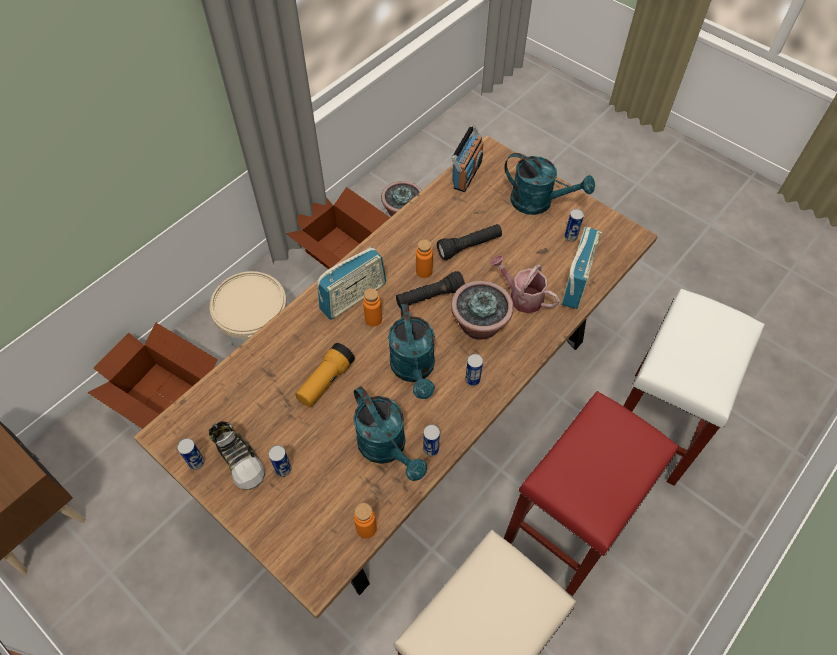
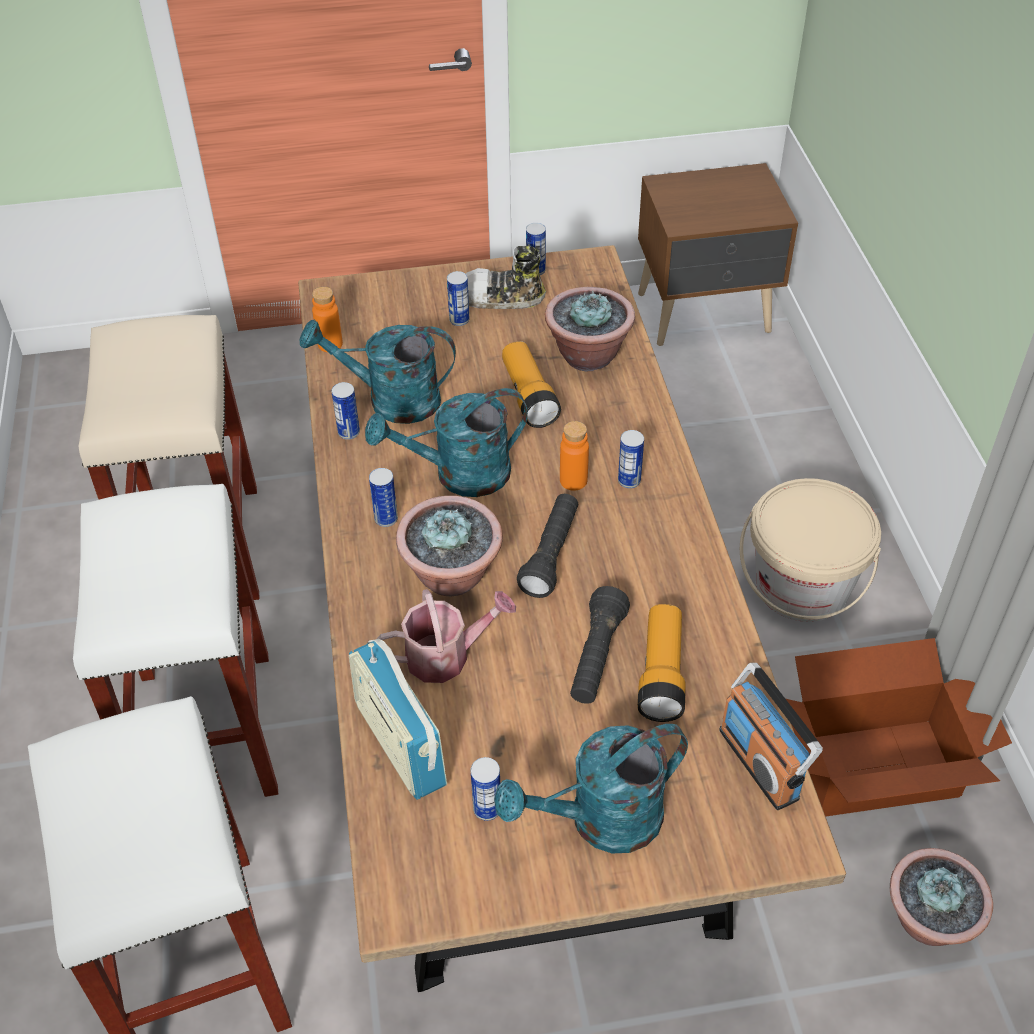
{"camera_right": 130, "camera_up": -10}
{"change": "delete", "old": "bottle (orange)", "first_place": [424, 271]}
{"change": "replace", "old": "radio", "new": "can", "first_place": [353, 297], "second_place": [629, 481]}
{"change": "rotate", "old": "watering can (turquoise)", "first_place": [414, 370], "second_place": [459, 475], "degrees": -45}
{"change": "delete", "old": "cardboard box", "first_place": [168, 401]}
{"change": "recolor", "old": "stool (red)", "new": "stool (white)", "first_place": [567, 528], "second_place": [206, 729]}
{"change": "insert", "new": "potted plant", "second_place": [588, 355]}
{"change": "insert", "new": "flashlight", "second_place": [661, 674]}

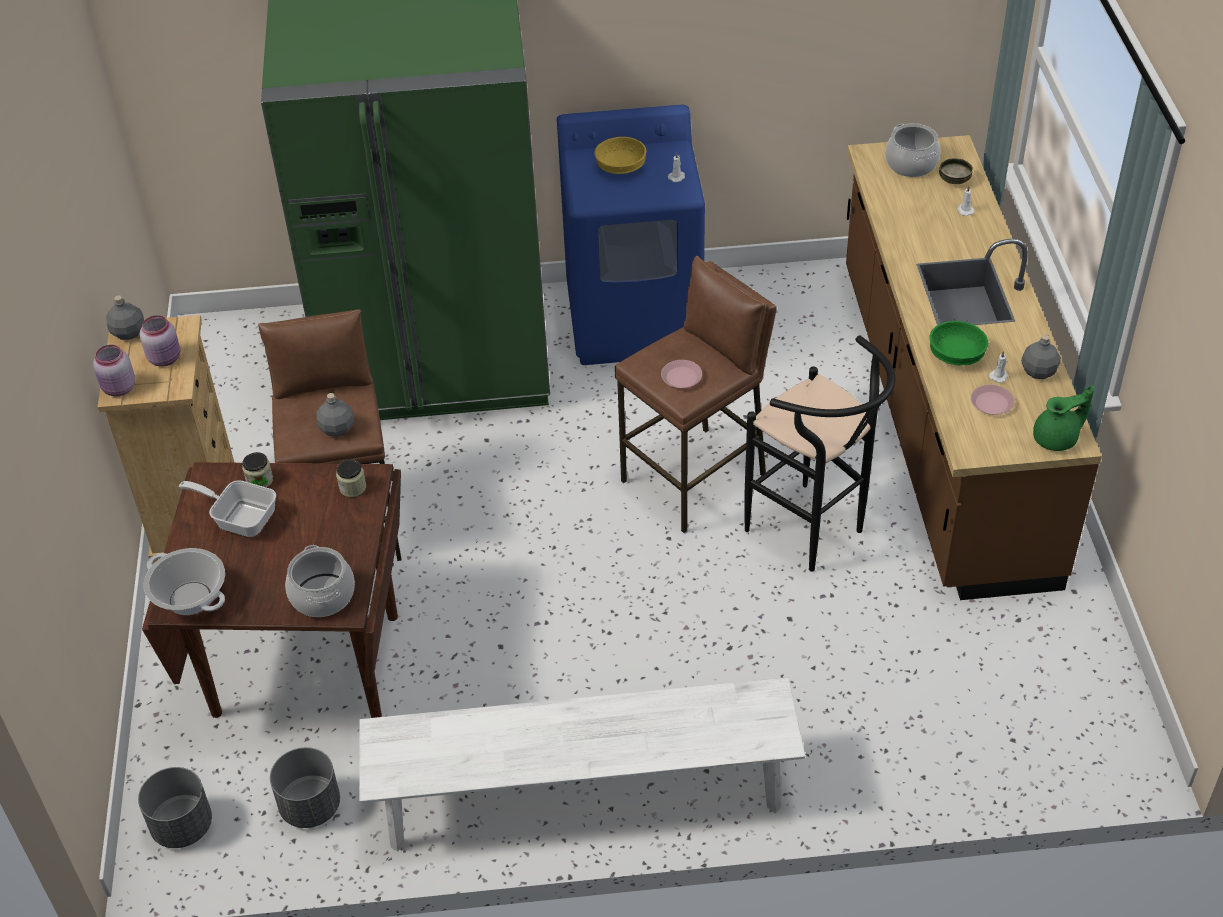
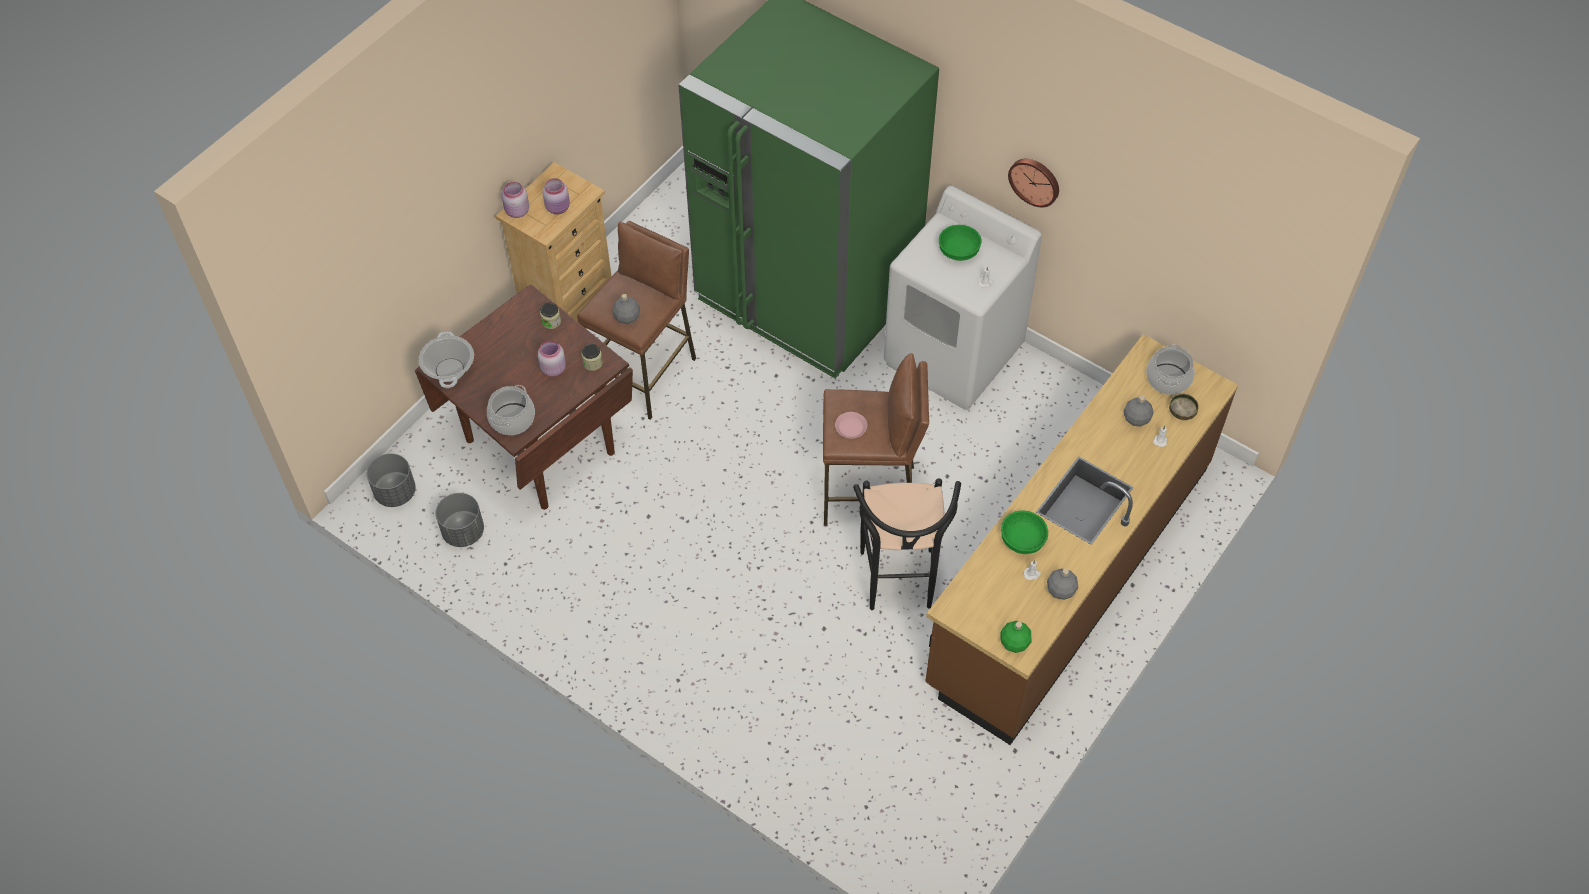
{"camera_right": 40, "camera_up": 10}
{"change": "recolor", "old": "washing machine (blue)", "new": "washing machine (white)", "first_place": [635, 319], "second_place": [954, 355]}
{"change": "recolor", "old": "bowl (yellow)", "new": "bowl (green)", "first_place": [621, 167], "second_place": [959, 251]}
{"change": "move", "old": "bottle (grey)", "first_place": [128, 332], "second_place": [1136, 418]}
{"change": "delete", "old": "plate (pink)", "first_place": [991, 403]}
{"change": "replace", "old": "teapot (green)", "new": "bottle (green)", "first_place": [1057, 439], "second_place": [1014, 643]}
{"change": "delete", "old": "frying pan", "first_place": [240, 518]}
{"change": "delete", "old": "bench (white)", "first_place": [583, 799]}
{"change": "insert", "new": "wall clock", "second_place": [1035, 181]}
{"change": "insert", "new": "jar (pink)", "second_place": [553, 368]}

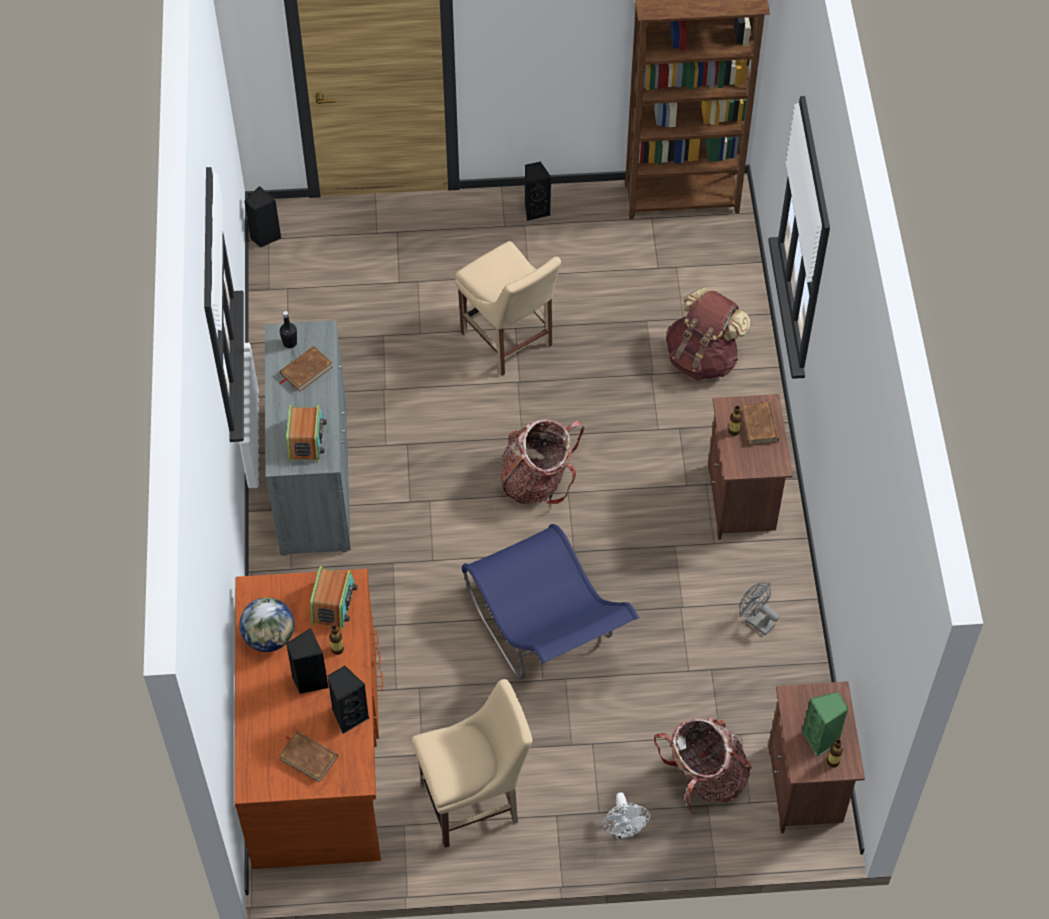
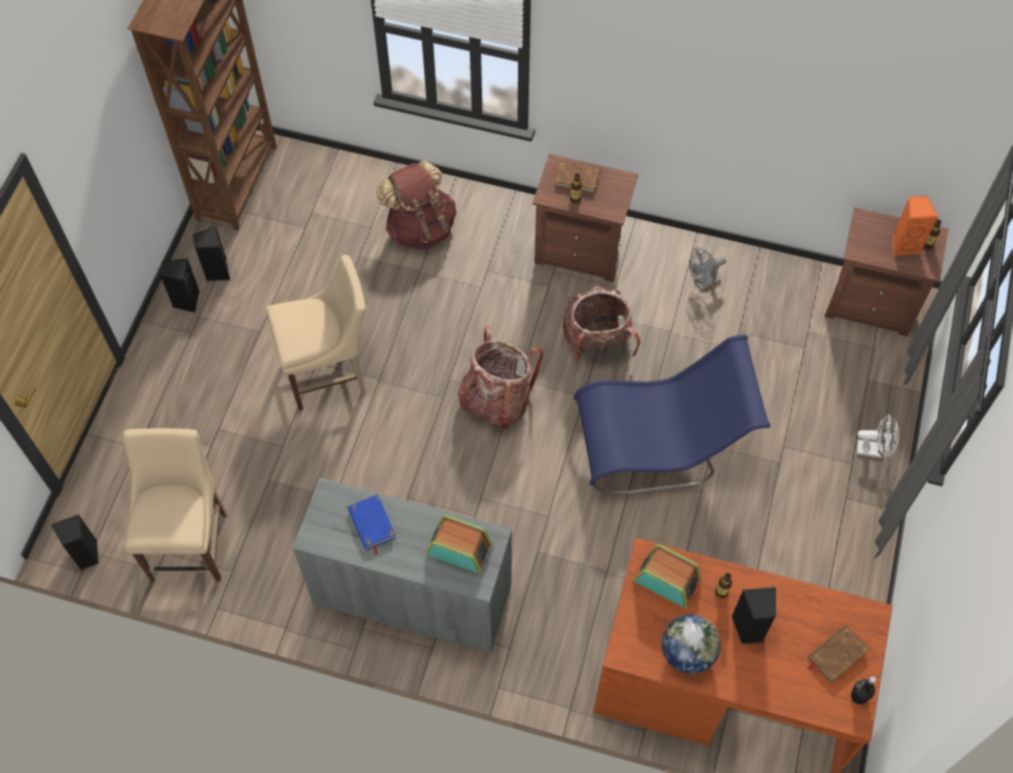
{"camera_right": -70, "camera_up": 5}
{"change": "move", "old": "bottle (black)", "first_place": [290, 343], "second_place": [859, 696]}
{"change": "recolor", "old": "book (brown)", "new": "book (blue)", "first_place": [306, 370], "second_place": [371, 524]}
{"change": "move", "old": "speaker (black)", "first_place": [349, 715], "second_place": [217, 272]}
{"change": "move", "old": "chair (beige)", "first_place": [475, 802], "second_place": [191, 541]}
{"change": "recolor", "old": "speaker (green)", "new": "speaker (orange)", "first_place": [821, 739], "second_place": [904, 244]}
{"change": "move", "old": "backpack", "first_place": [704, 778], "second_place": [597, 341]}

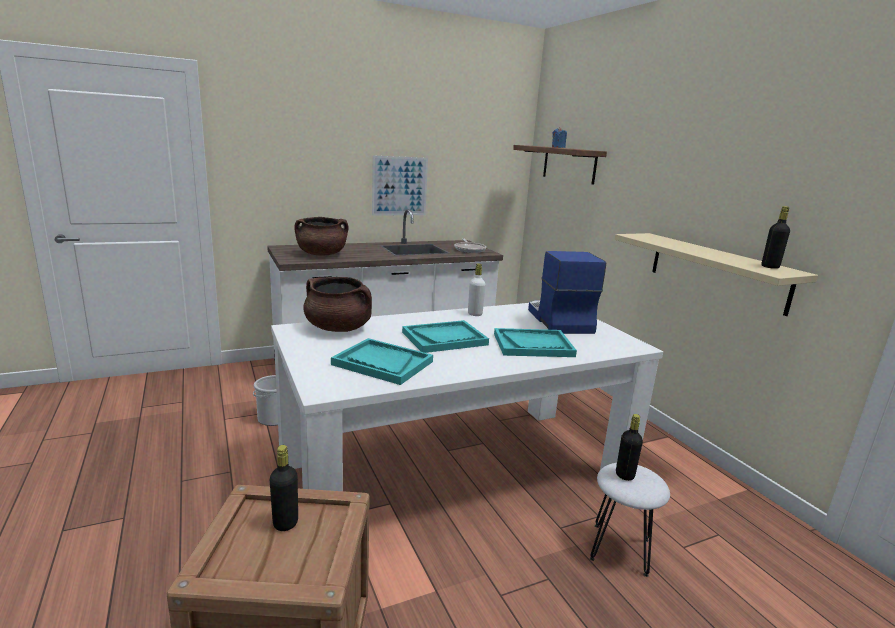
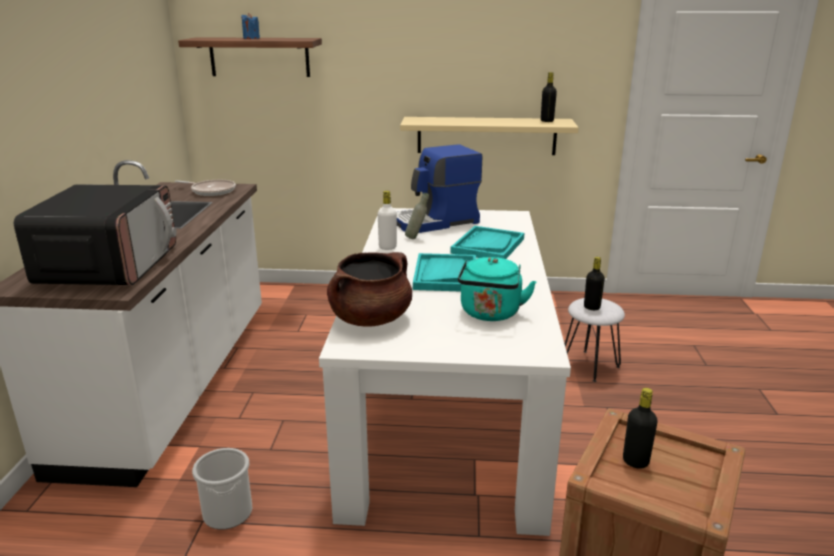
{"camera_right": -60, "camera_up": 5}
{"change": "delete", "old": "picture", "first_place": [399, 186]}
{"change": "replace", "old": "cooking pot (brown)", "new": "microwave", "first_place": [322, 254], "second_place": [110, 266]}
{"change": "rotate", "old": "coffee machine", "first_place": [558, 320], "second_place": [436, 222], "degrees": -45}
{"change": "replace", "old": "tray (turquoise)", "new": "kettle (turquoise)", "first_place": [382, 363], "second_place": [490, 314]}
{"change": "insert", "new": "bottle (grey)", "second_place": [416, 238]}

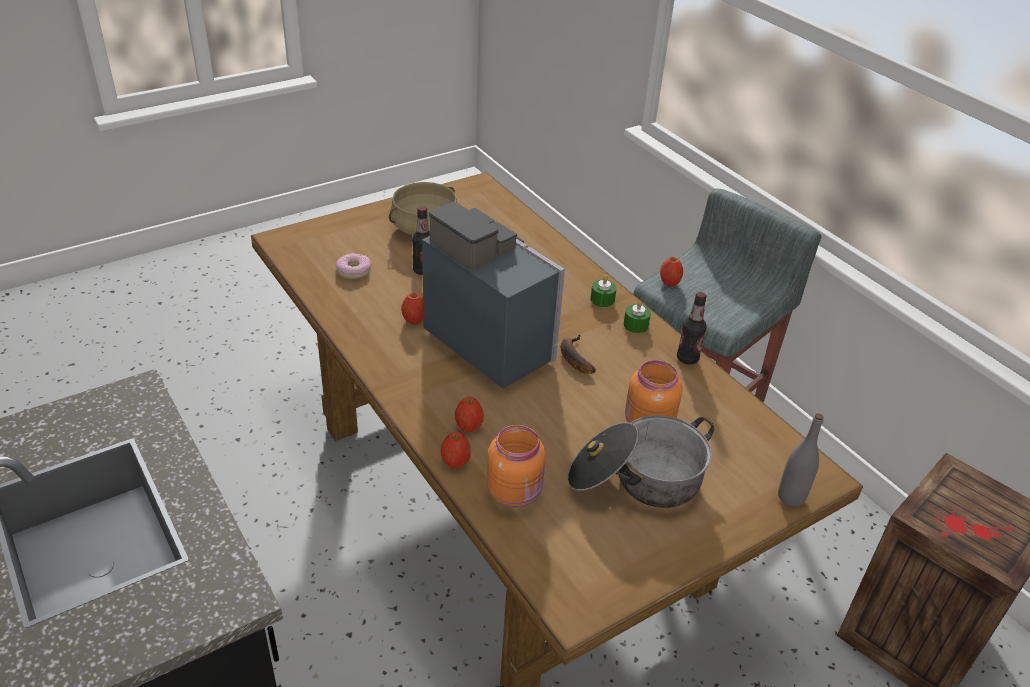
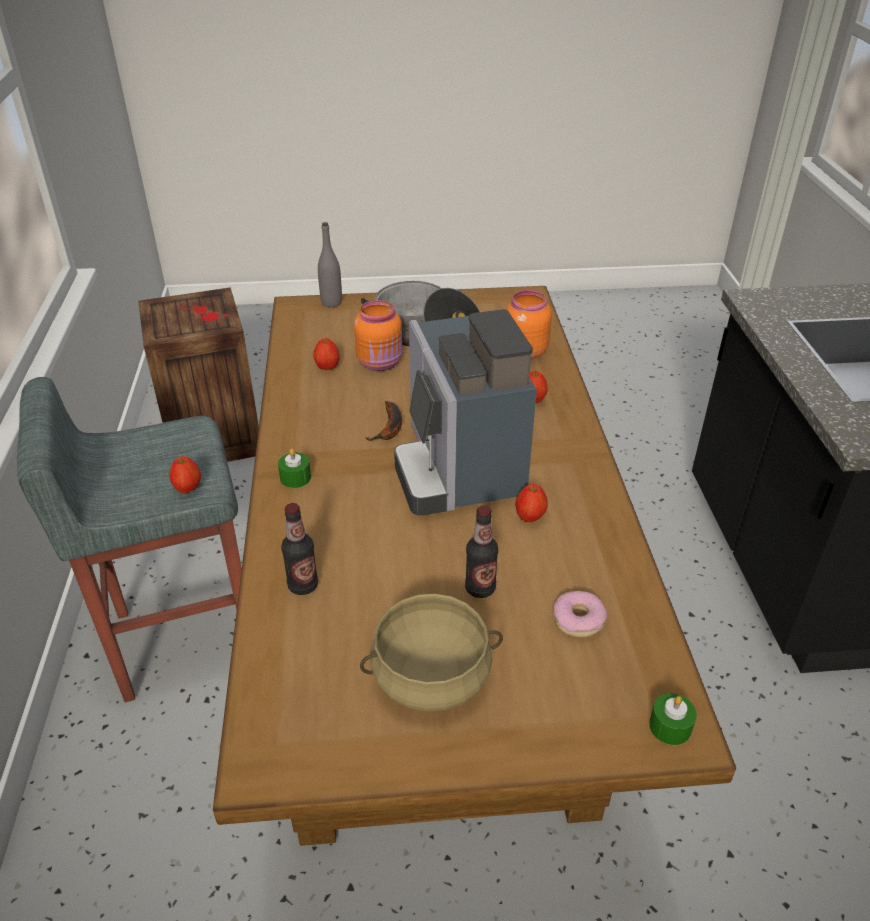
{"camera_right": -150, "camera_up": 0}
{"change": "move", "old": "bottle", "first_place": [687, 358], "second_place": [303, 585]}
{"change": "move", "old": "candle (green)", "first_place": [636, 325], "second_place": [670, 726]}
{"change": "move", "old": "apple", "first_place": [455, 462], "second_place": [327, 367]}

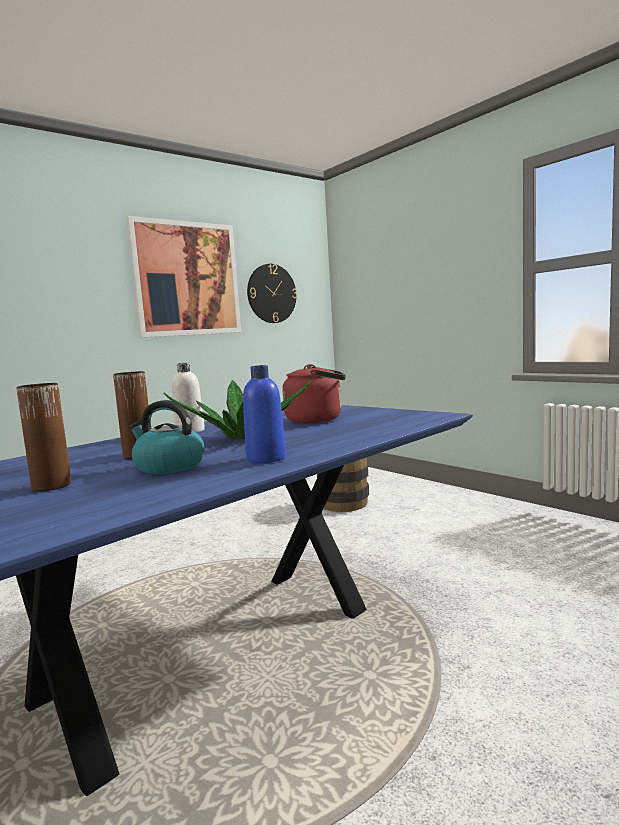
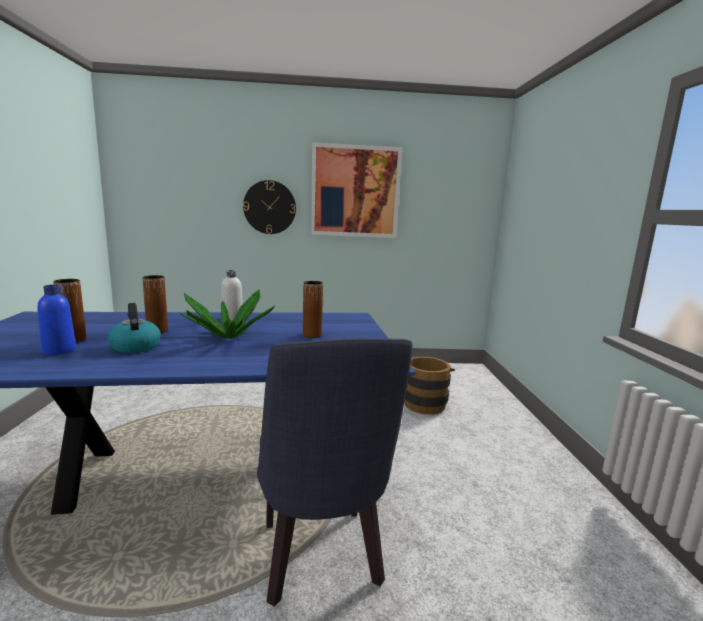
{"camera_right": 35, "camera_up": 5}
{"change": "move", "old": "wall clock", "first_place": [271, 293], "second_place": [269, 207]}
{"change": "replace", "old": "kettle (red)", "new": "vase (brown)", "first_place": [317, 420], "second_place": [312, 335]}
{"change": "move", "old": "bottle (blue)", "first_place": [266, 459], "second_place": [59, 350]}
{"change": "insert", "new": "chair (blue)", "second_place": [322, 562]}

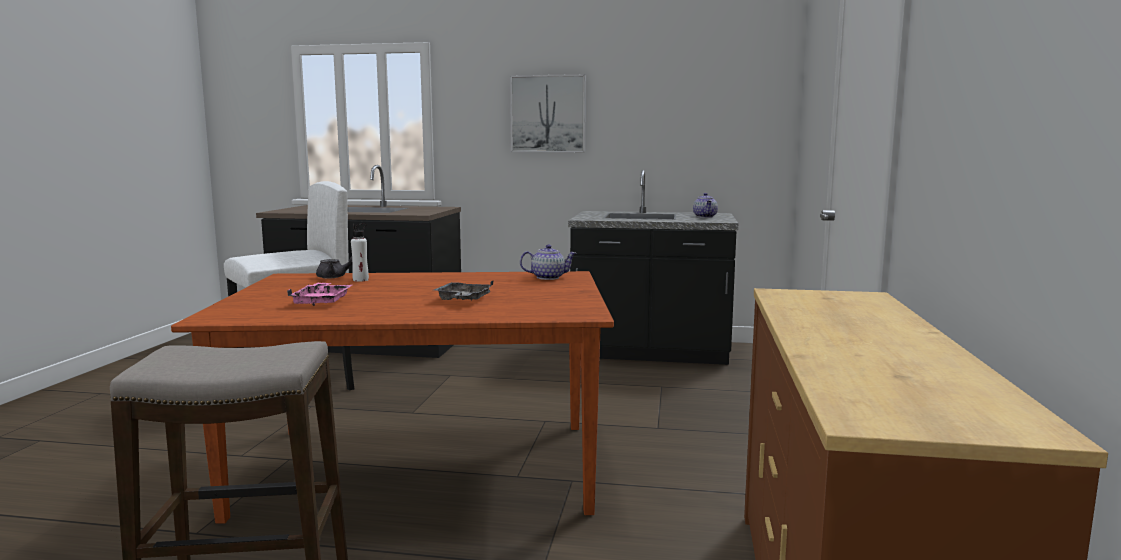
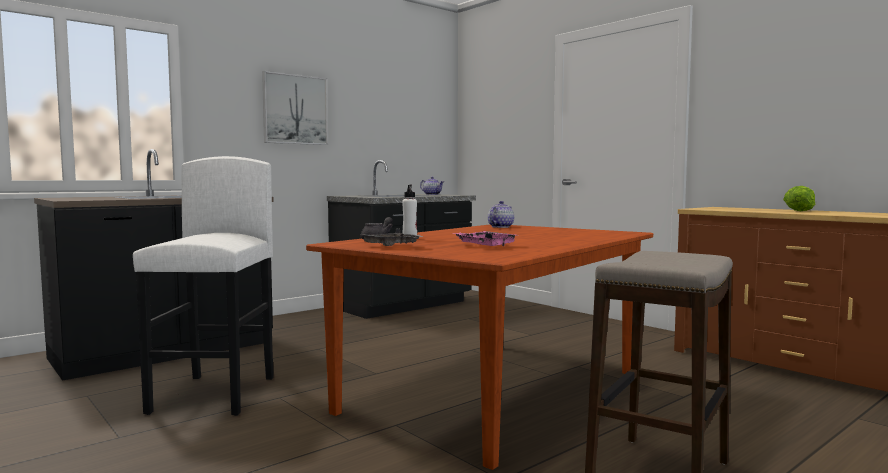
{"camera_right": -50, "camera_up": -5}
{"change": "move", "old": "tray (grey)", "first_place": [463, 300], "second_place": [391, 246]}
{"change": "insert", "new": "lettuce", "second_place": [799, 210]}

